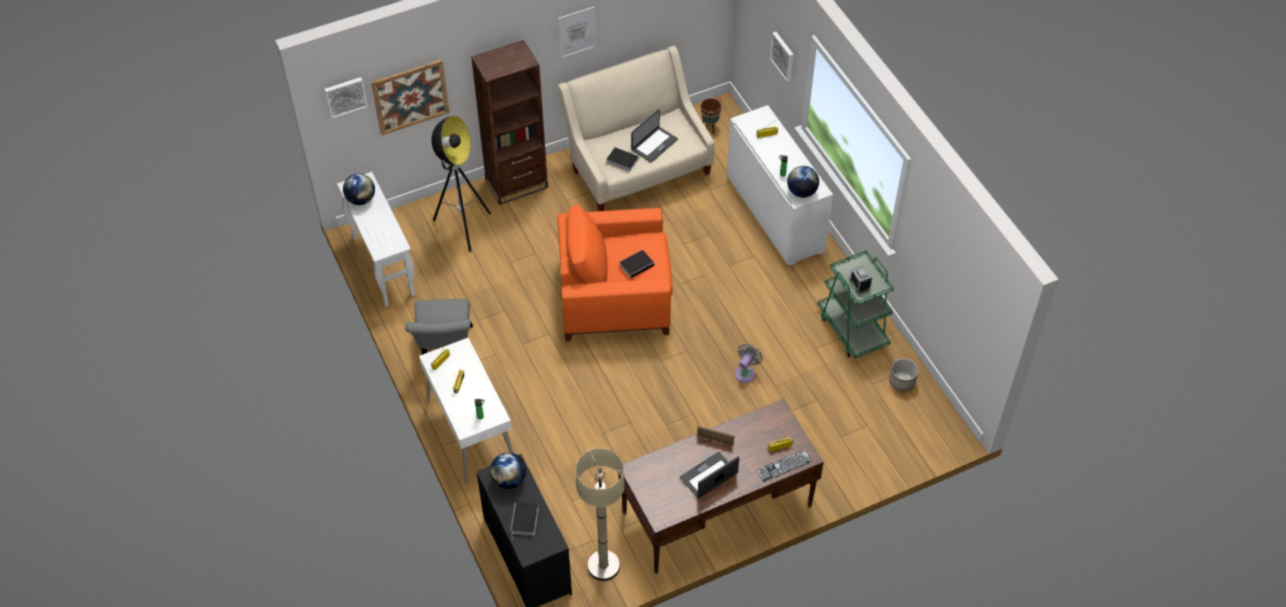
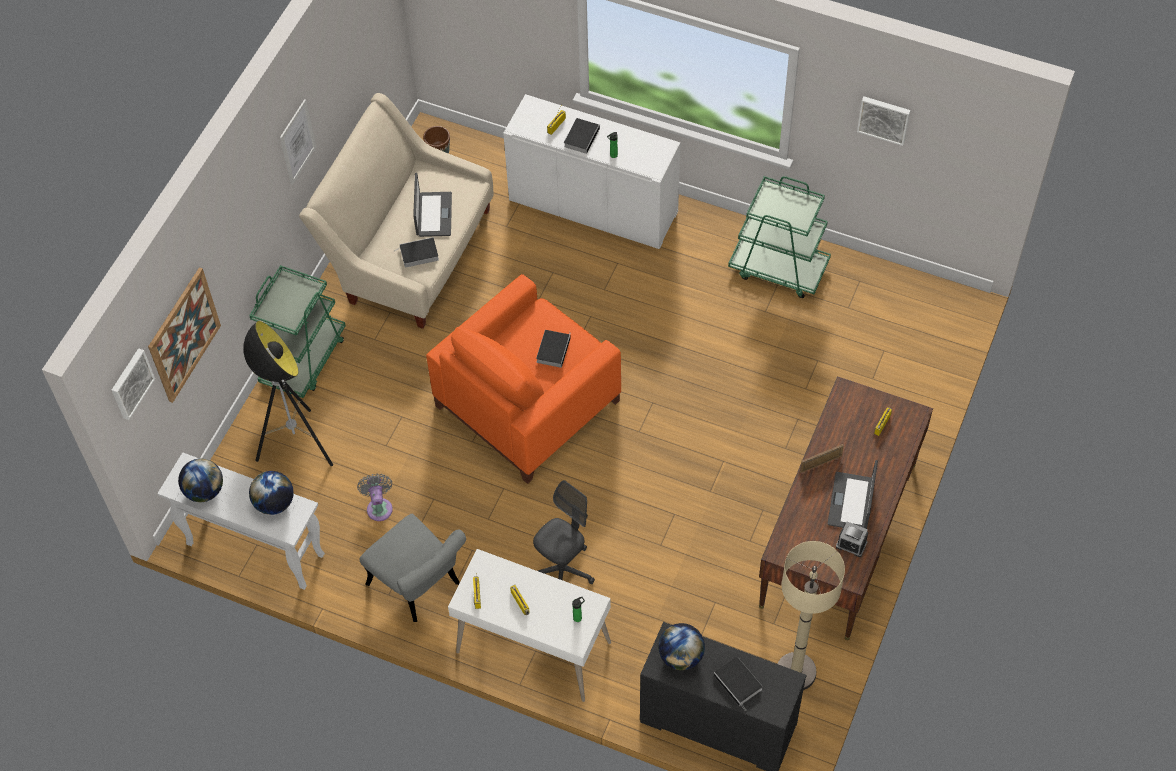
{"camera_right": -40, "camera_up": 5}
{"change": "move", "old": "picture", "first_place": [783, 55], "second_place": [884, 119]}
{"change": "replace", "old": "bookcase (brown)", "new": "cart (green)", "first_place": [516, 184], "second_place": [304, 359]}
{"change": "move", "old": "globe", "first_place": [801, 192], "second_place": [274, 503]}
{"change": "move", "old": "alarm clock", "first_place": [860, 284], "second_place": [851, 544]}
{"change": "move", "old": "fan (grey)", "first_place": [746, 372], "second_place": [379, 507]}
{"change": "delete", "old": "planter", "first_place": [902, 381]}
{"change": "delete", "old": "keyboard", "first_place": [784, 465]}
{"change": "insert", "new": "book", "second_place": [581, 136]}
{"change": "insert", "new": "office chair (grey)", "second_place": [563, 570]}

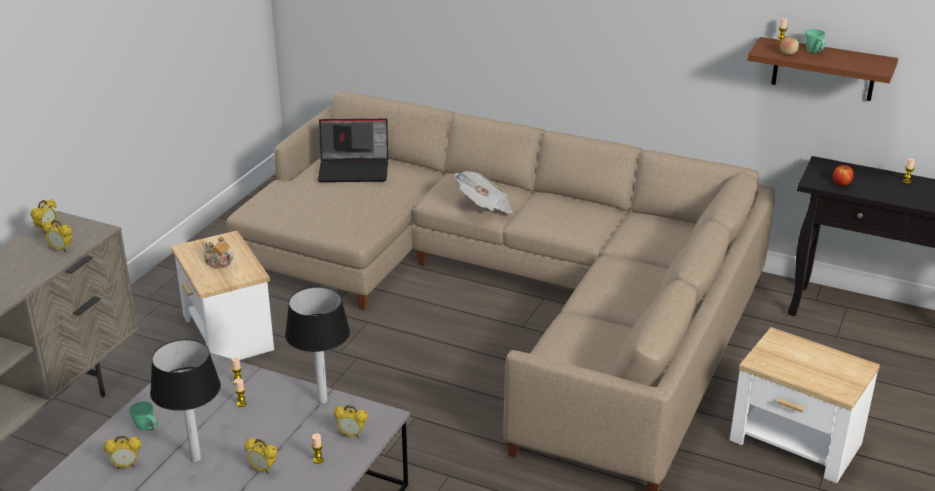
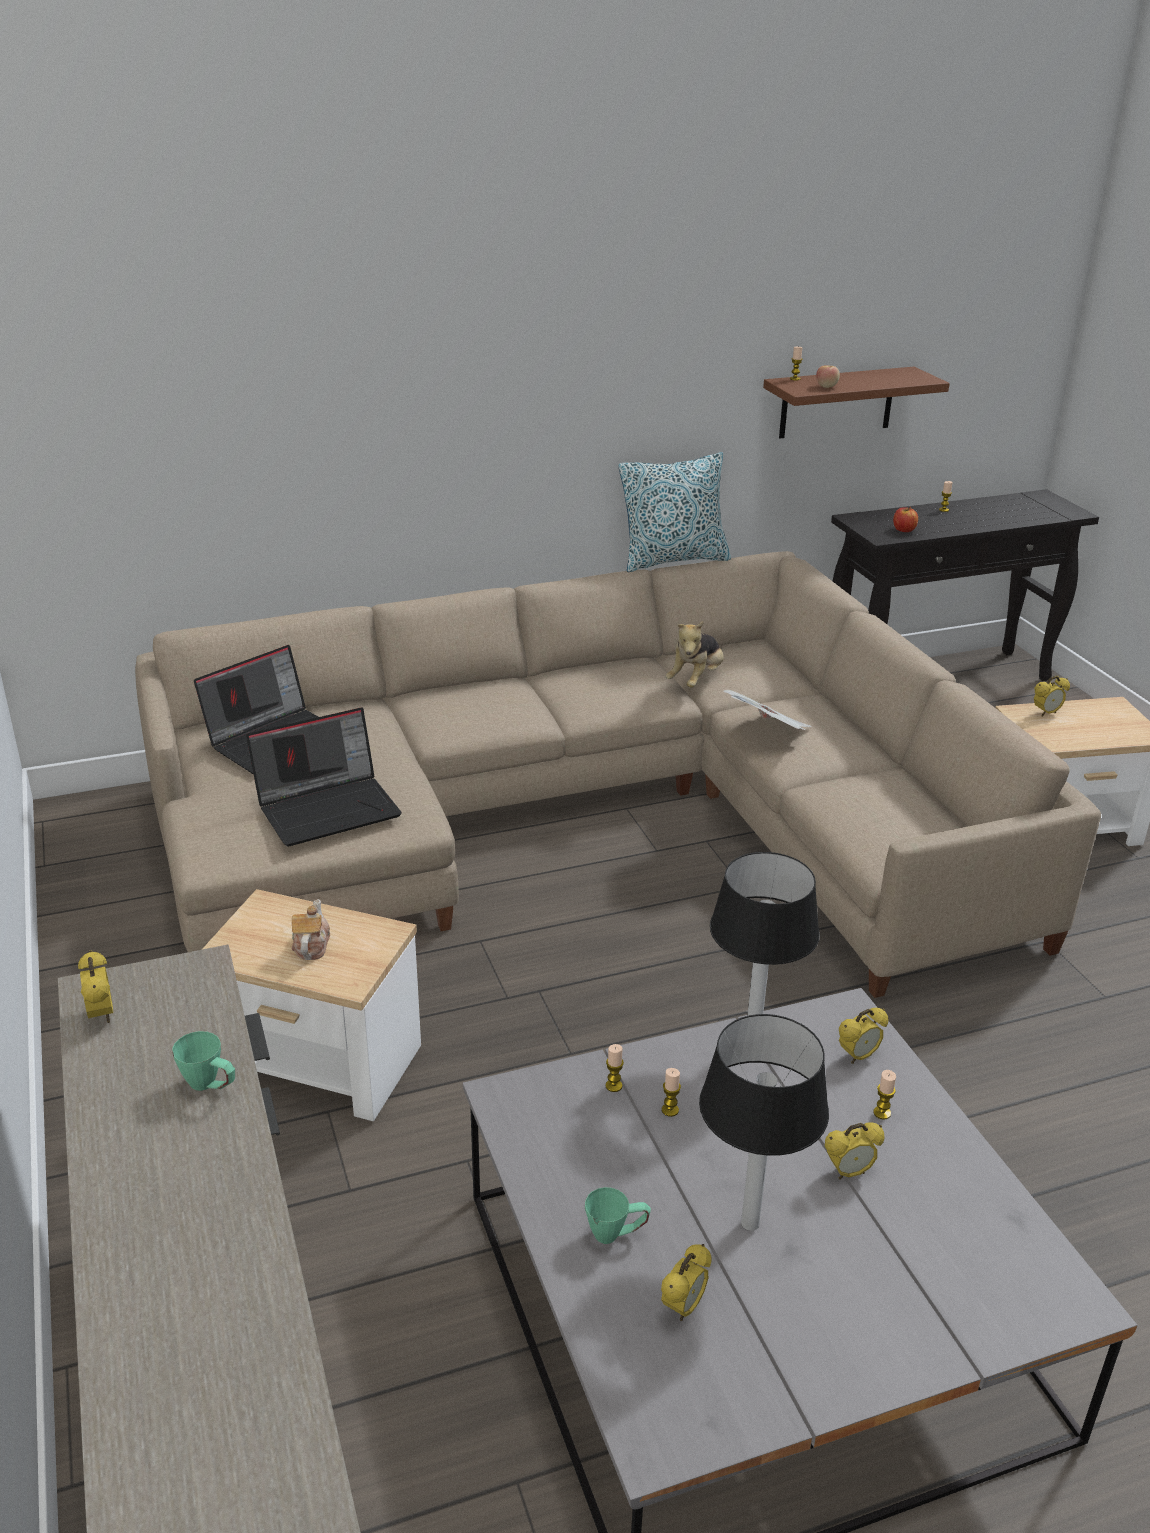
{"camera_right": -45, "camera_up": 0}
{"change": "move", "old": "mug (green)", "first_place": [814, 52], "second_place": [211, 1086]}
{"change": "move", "old": "newspaper", "first_place": [484, 206], "second_place": [767, 732]}
{"change": "move", "old": "alarm clock", "first_place": [61, 249], "second_place": [1046, 713]}
{"change": "rotate", "old": "teapot", "first_place": [218, 263], "second_place": [311, 945], "degrees": 105}
{"change": "insert", "new": "pillow", "second_place": [673, 560]}
{"change": "insert", "new": "plush toy", "second_place": [696, 680]}
{"change": "insert", "new": "laptop", "second_place": [329, 808]}

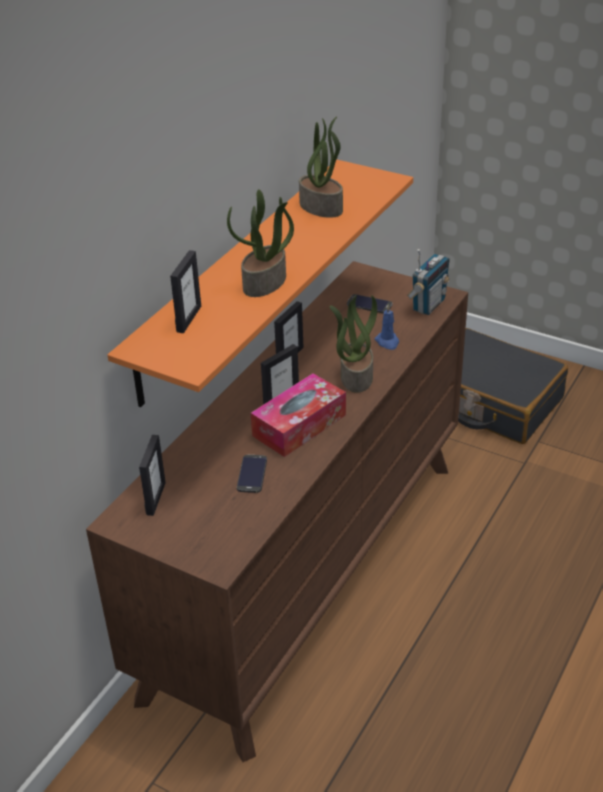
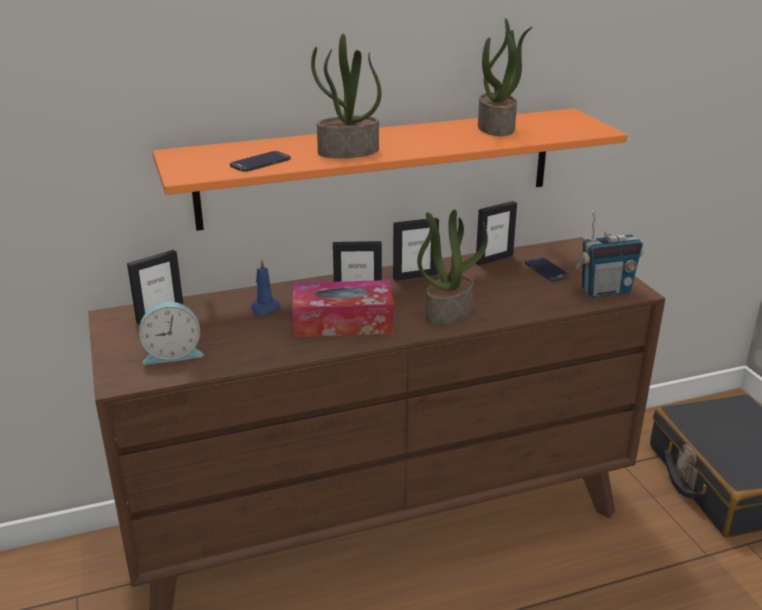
{"camera_right": 40, "camera_up": -10}
{"change": "move", "old": "picture frame", "first_place": [188, 319], "second_place": [494, 259]}
{"change": "move", "old": "candle (blue)", "first_place": [387, 342], "second_place": [264, 308]}
{"change": "move", "old": "phone", "first_place": [252, 474], "second_place": [260, 162]}
{"change": "insert", "new": "alarm clock", "second_place": [173, 354]}

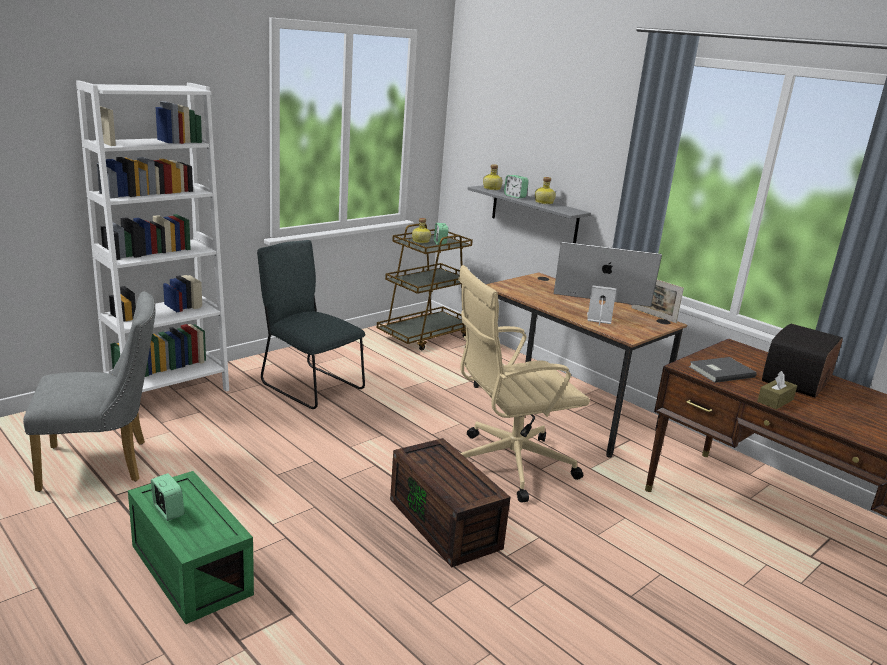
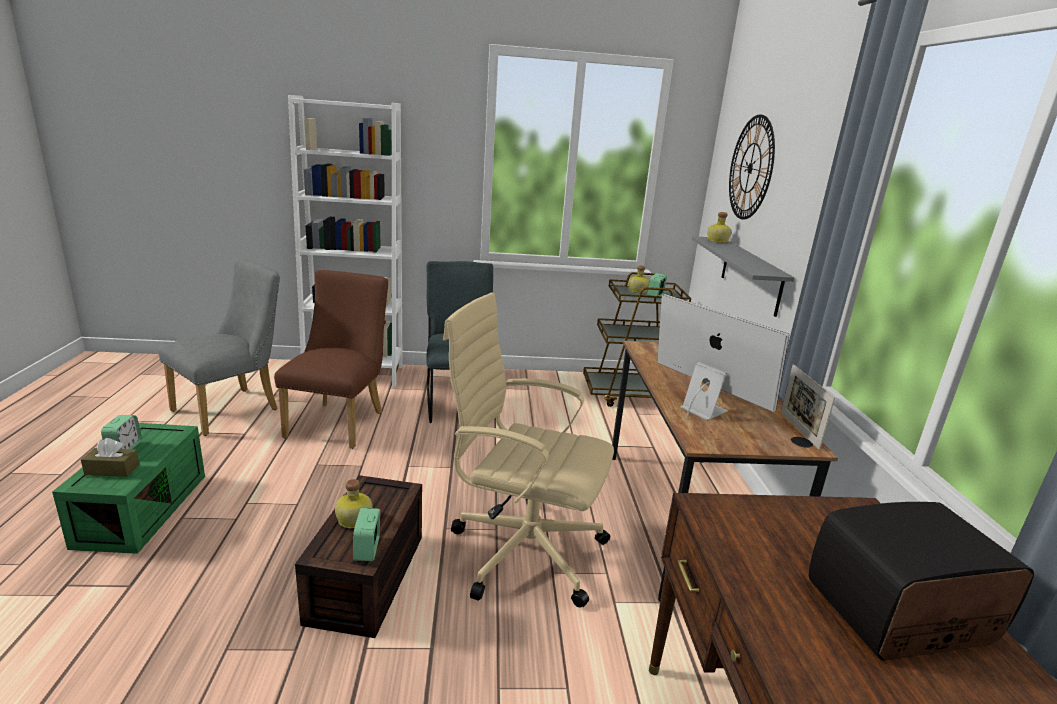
{"camera_right": 40, "camera_up": 0}
{"change": "move", "old": "alarm clock", "first_place": [515, 196], "second_place": [367, 549]}
{"change": "move", "old": "bottle", "first_place": [544, 202], "second_place": [353, 520]}
{"change": "rotate", "old": "chair (grey)", "first_place": [103, 464], "second_place": [233, 408], "degrees": -75}
{"change": "delete", "old": "book (grey)", "first_place": [720, 371]}
{"change": "move", "old": "tissue box (brown)", "first_place": [775, 400], "second_place": [112, 470]}
{"change": "insert", "new": "wall clock", "second_place": [750, 168]}
{"change": "insert", "new": "chair (brown)", "second_place": [340, 421]}

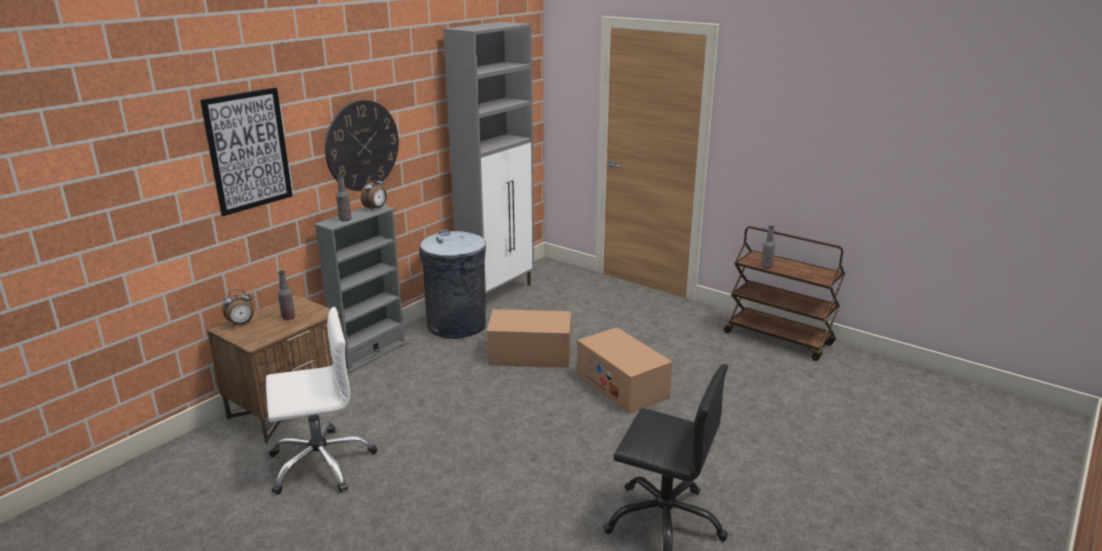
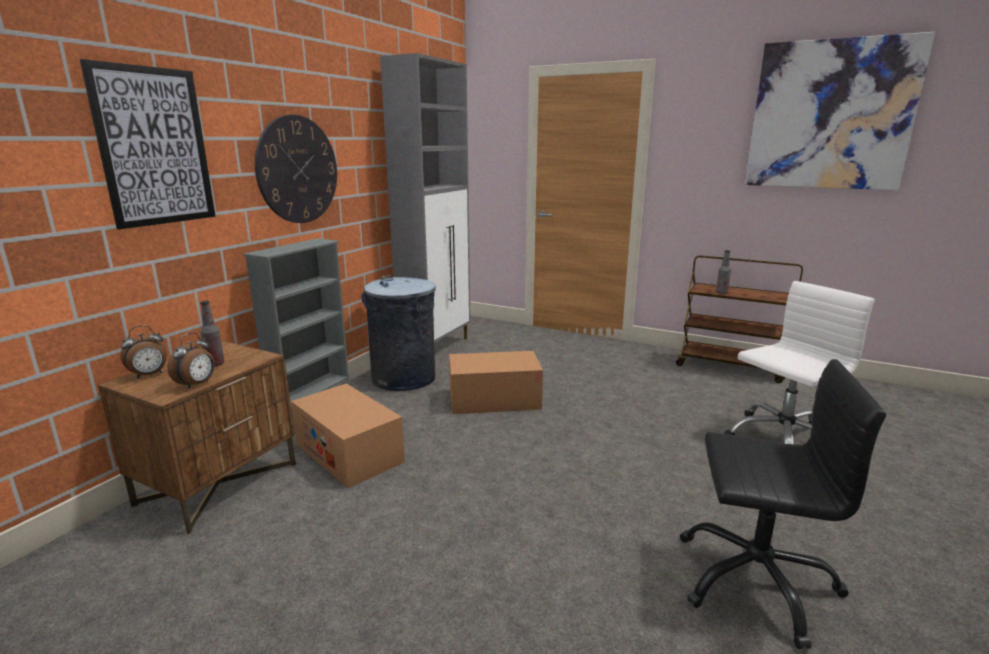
{"camera_right": -10, "camera_up": -5}
{"change": "delete", "old": "bottle", "first_place": [345, 220]}
{"change": "move", "old": "alarm clock", "first_place": [376, 208], "second_place": [197, 384]}
{"change": "move", "old": "office chair (white)", "first_place": [321, 463], "second_place": [782, 439]}
{"change": "move", "old": "cardboard box", "first_place": [622, 386], "second_place": [349, 453]}
{"change": "insert", "new": "picture", "second_place": [830, 115]}

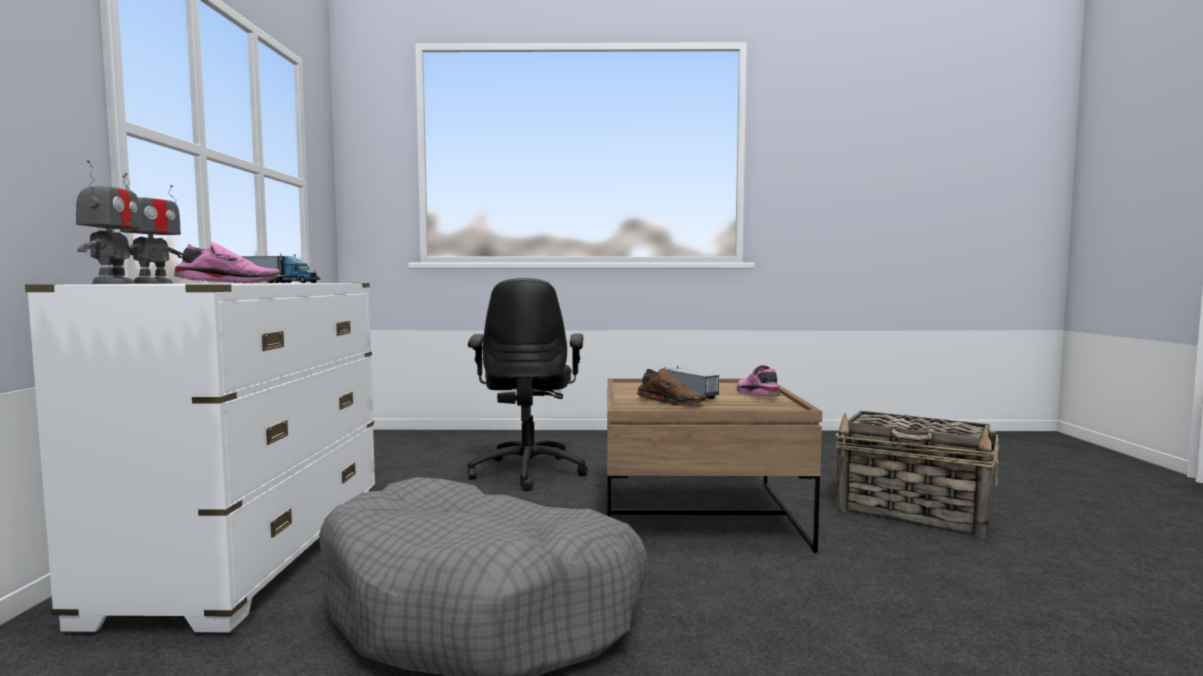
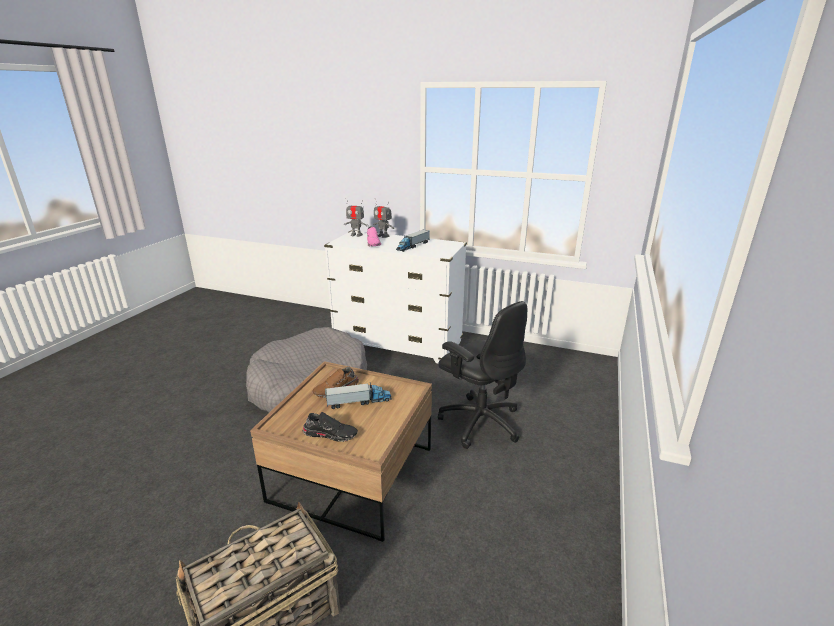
{"camera_right": 110, "camera_up": 20}
{"change": "rotate", "old": "office chair (black)", "first_place": [529, 471], "second_place": [479, 421], "degrees": -150}
{"change": "recolor", "old": "shoe (pink)", "new": "shoe (black)", "first_place": [756, 394], "second_place": [331, 433]}

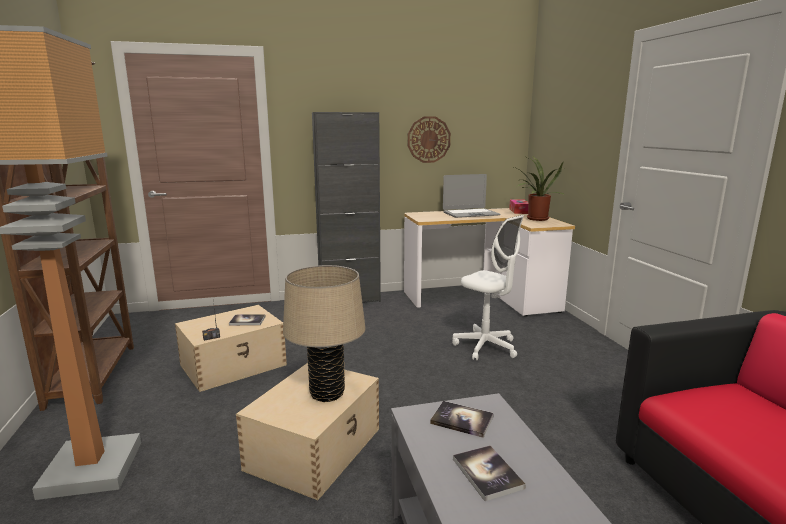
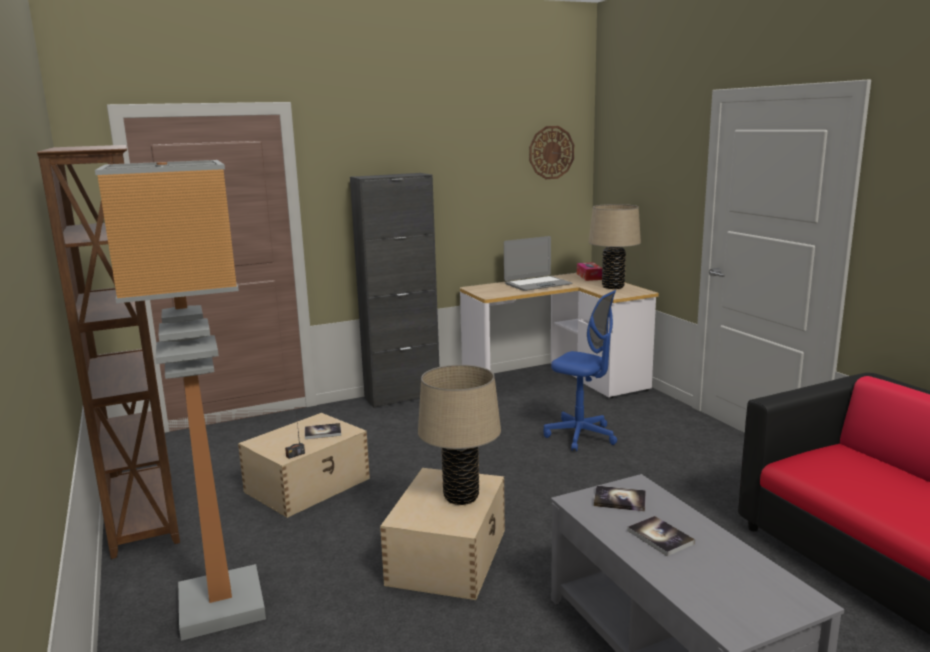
{"camera_right": -10, "camera_up": 0}
{"change": "move", "old": "wall clock", "first_place": [428, 139], "second_place": [551, 152]}
{"change": "replace", "old": "potted plant", "new": "table lamp (beige)", "first_place": [535, 219], "second_place": [613, 287]}
{"change": "recolor", "old": "office chair (white)", "new": "office chair (blue)", "first_place": [486, 347], "second_place": [580, 436]}

